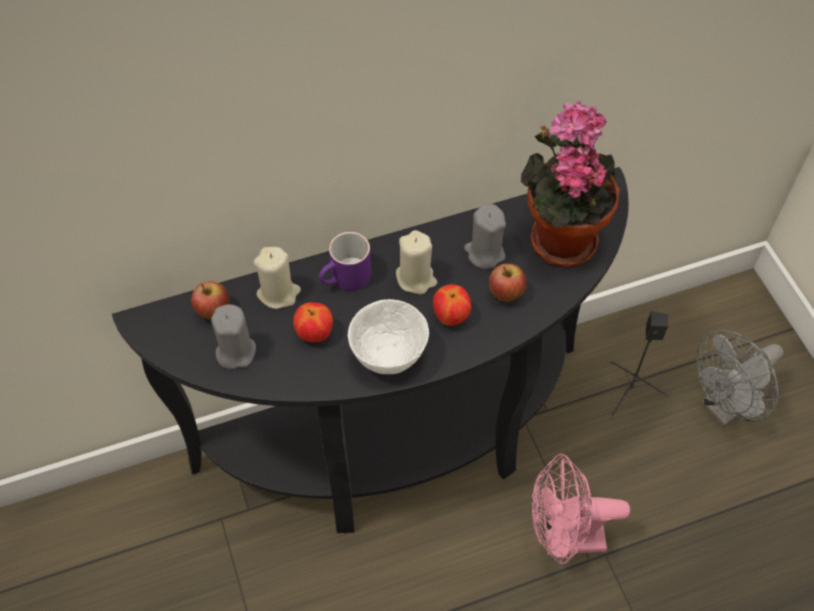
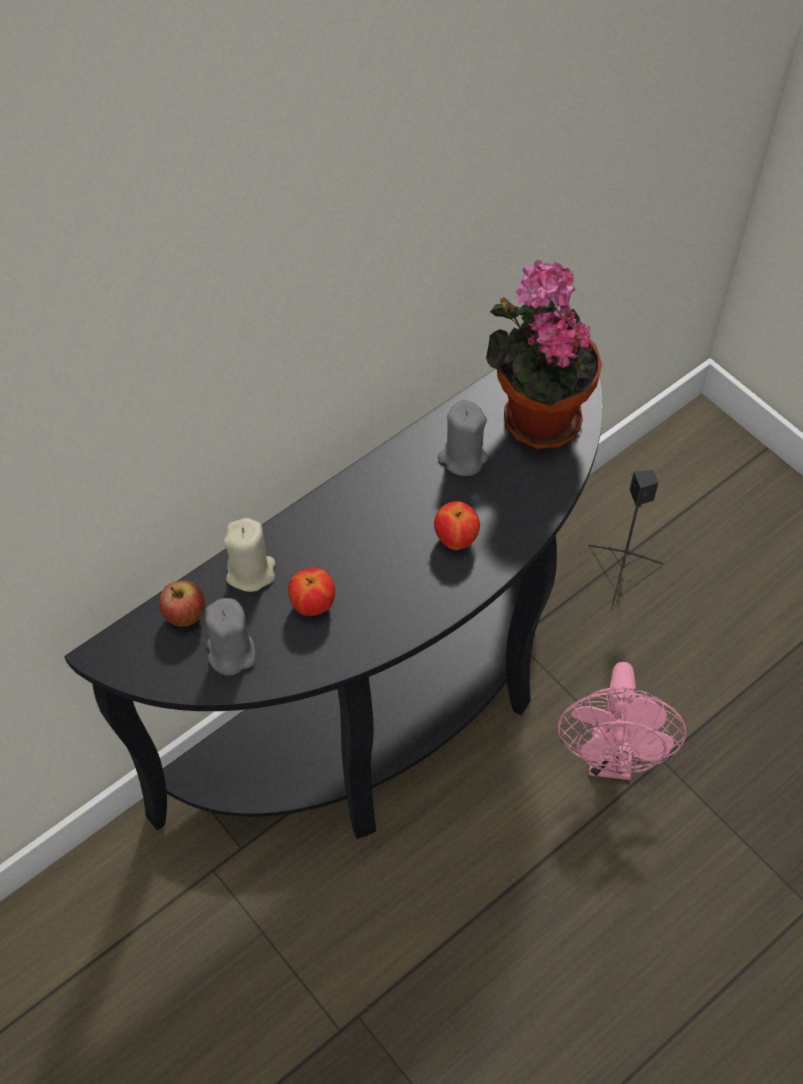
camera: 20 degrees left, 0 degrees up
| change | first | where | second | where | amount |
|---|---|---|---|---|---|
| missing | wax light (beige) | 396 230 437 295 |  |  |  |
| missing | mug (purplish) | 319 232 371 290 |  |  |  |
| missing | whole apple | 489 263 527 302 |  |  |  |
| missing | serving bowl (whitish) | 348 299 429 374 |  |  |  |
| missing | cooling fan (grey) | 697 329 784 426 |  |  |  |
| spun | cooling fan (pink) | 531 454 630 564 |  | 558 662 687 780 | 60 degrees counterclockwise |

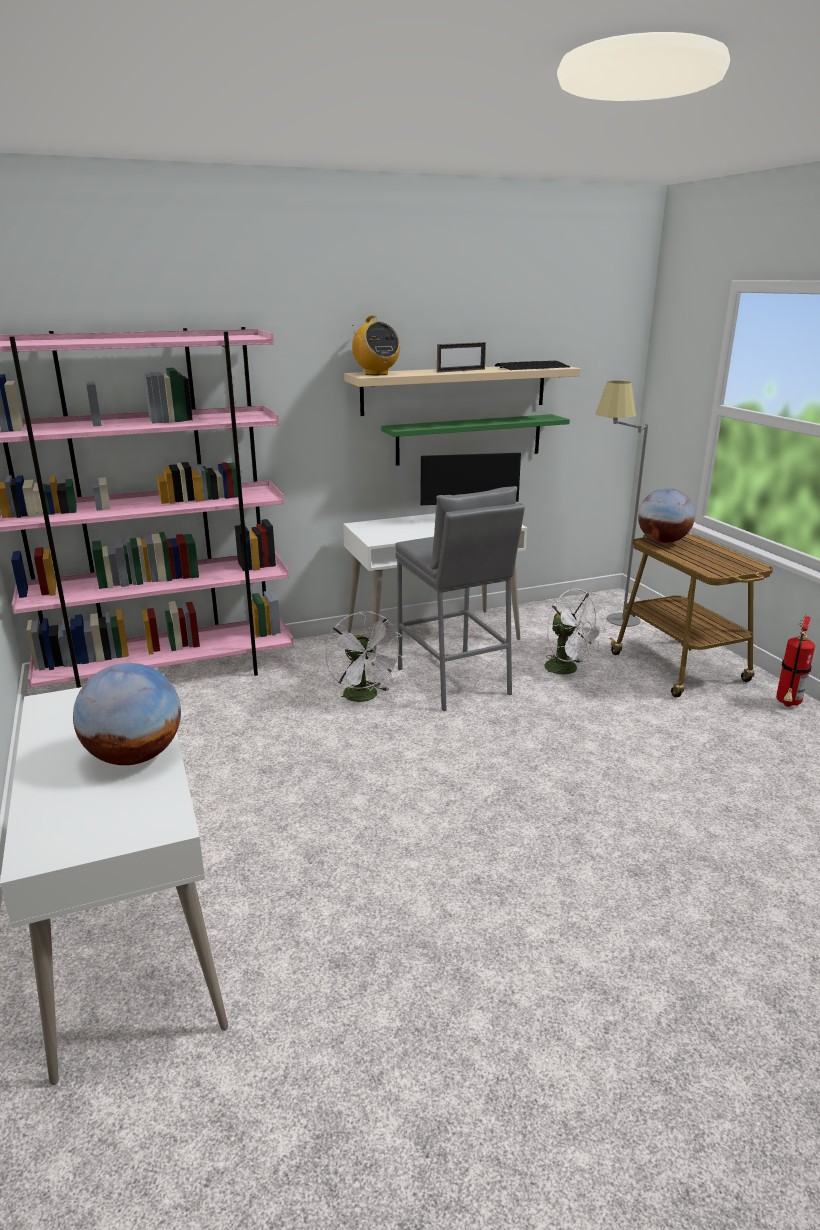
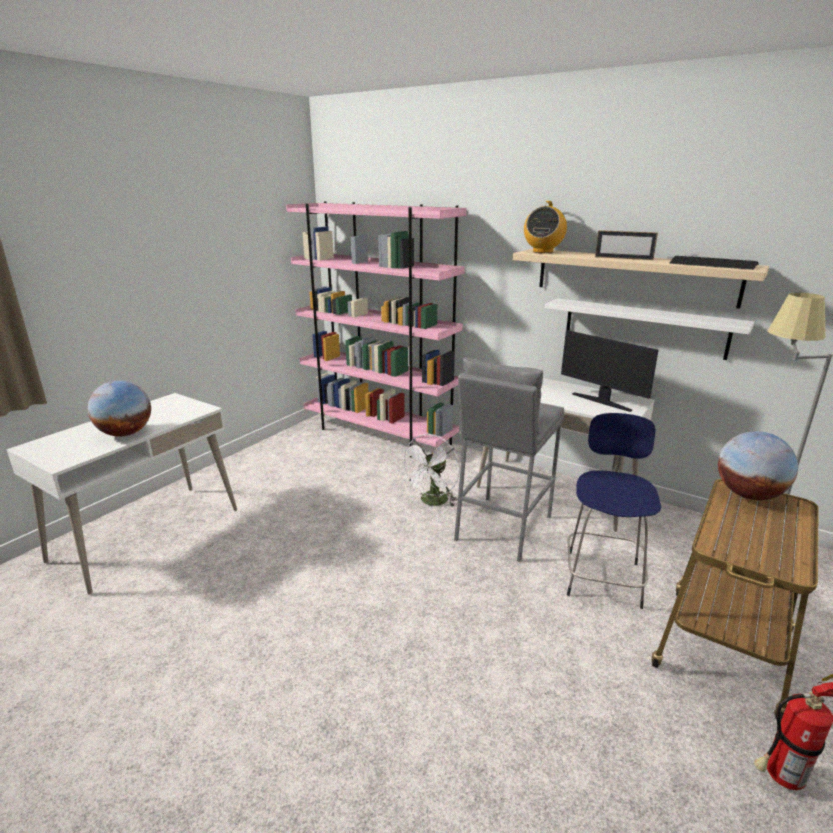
camera: 55 degrees right, 0 degrees up
| change | first | where | second | where | amount |
|---|---|---|---|---|---|
| colour | shelf (green) | 381 414 570 466 | shelf (whitish) | 545 298 754 360 |  |
| exchanged | cooling fan (whitish) | 545 589 605 680 | sitting stool (bluish) | 567 413 662 609 |  |

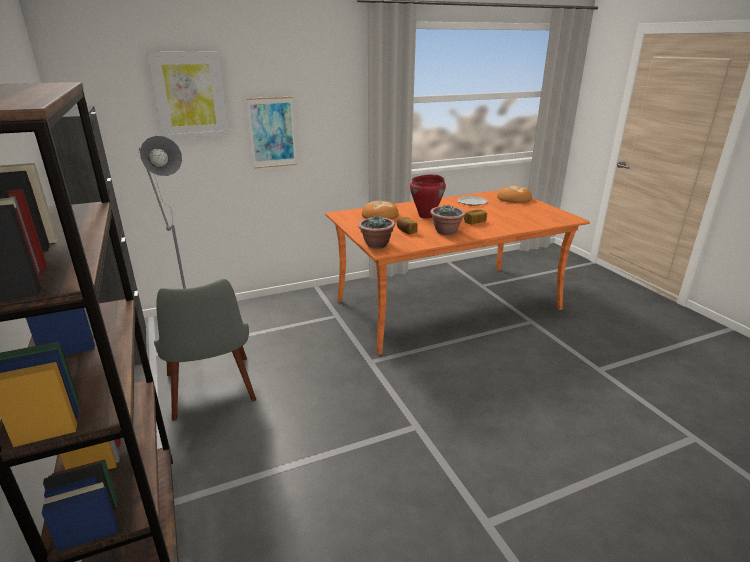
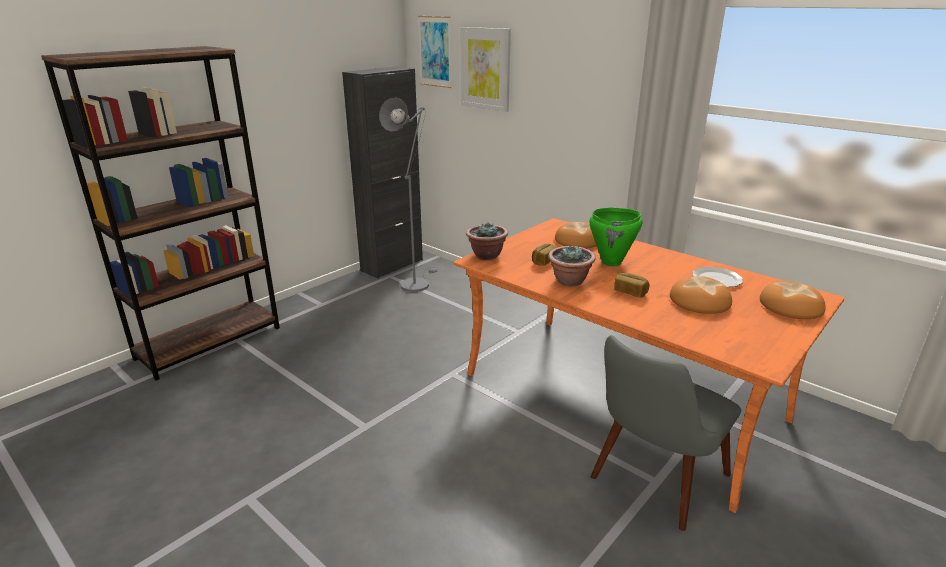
camera: 65 degrees right, 0 degrees up
| change | first | where | second | where | amount |
|---|---|---|---|---|---|
| relocated | picture | 247 97 297 169 |  | 418 16 451 88 |  |
| colour | stockpot (reddish) | 410 174 446 219 | stockpot (green) | 589 208 642 266 |  |
| relocated | upright chair (grey) | 154 279 256 421 |  | 591 335 741 531 |  |
| appeared |  |  | bread | 670 276 732 314 |  |

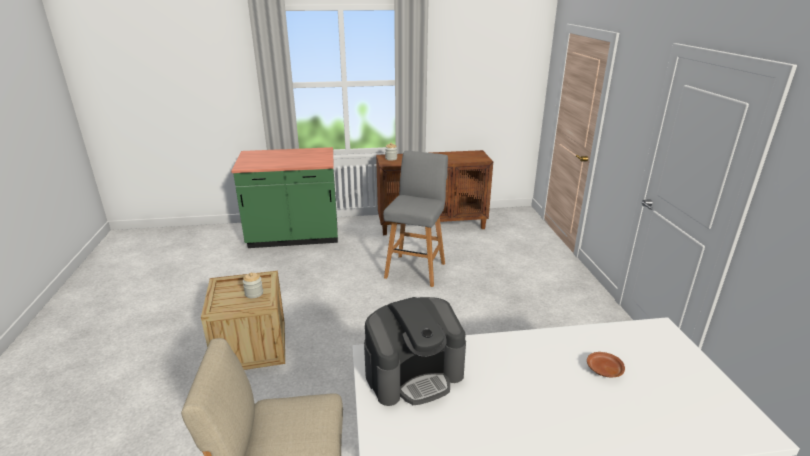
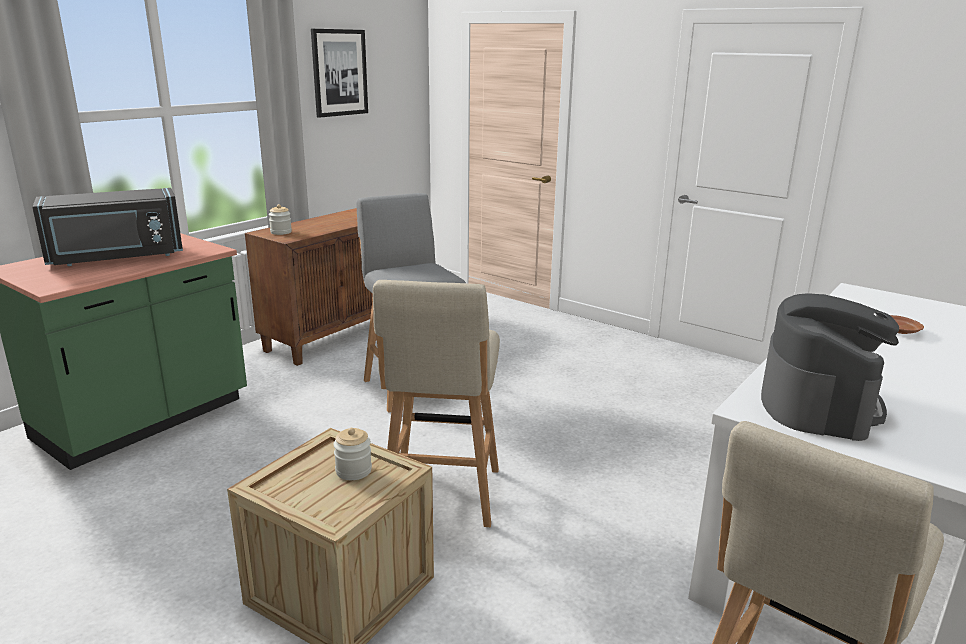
camera: 45 degrees left, 5 degrees down
| change | first | where | second | where | amount |
|---|---|---|---|---|---|
| appeared |  |  | picture | 311 29 368 118 |  |
| appeared |  |  | microwave (blackish) | 32 188 183 266 |  |
| appeared |  |  | sitting stool (beige) | 373 280 500 527 |  |

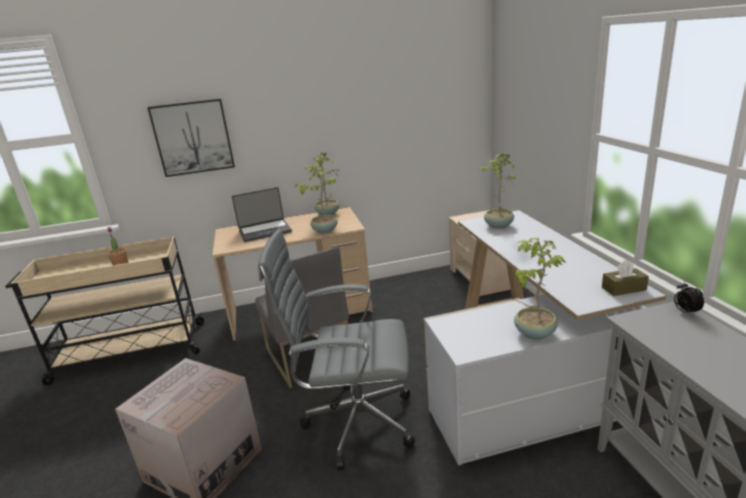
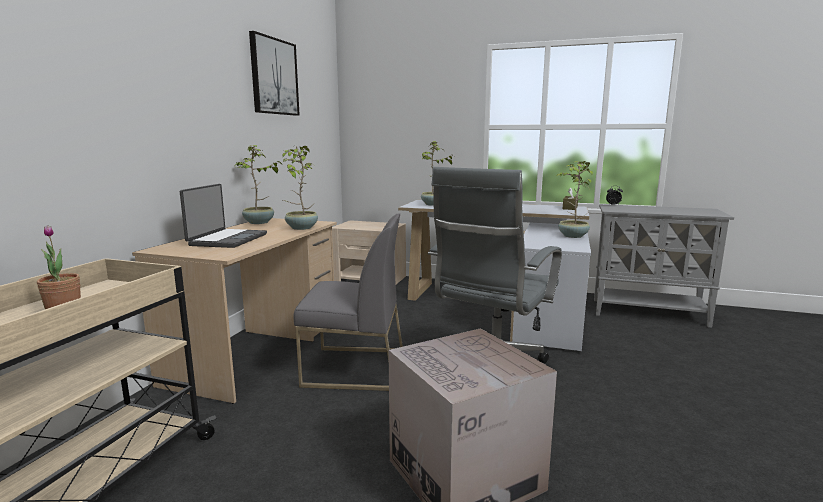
camera: 60 degrees left, 10 degrees down
| change | first | where | second | where | amount |
|---|---|---|---|---|---|
| relocated | picture | 147 99 235 177 |  | 249 31 300 116 |  |

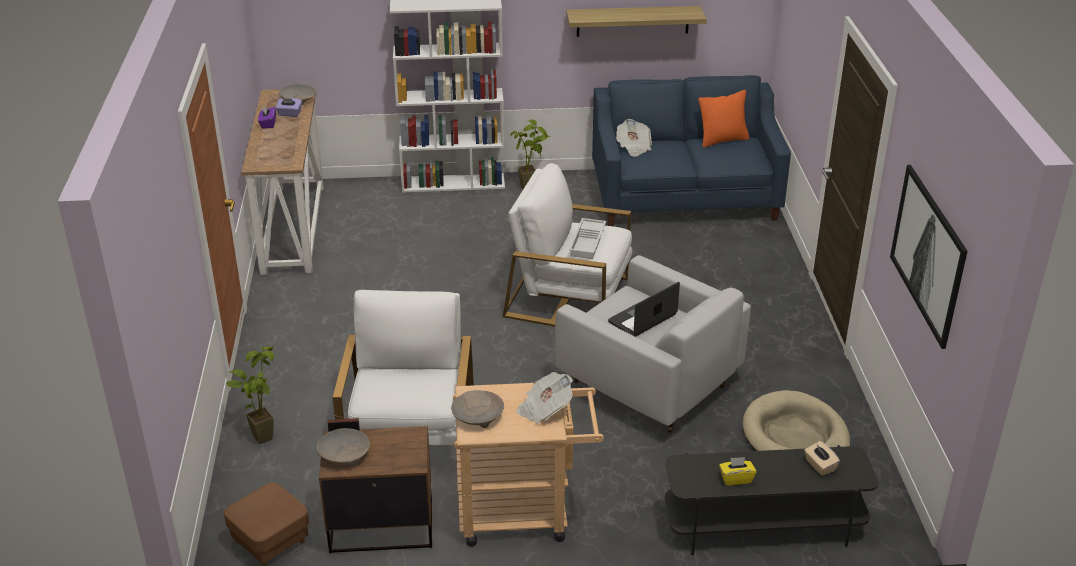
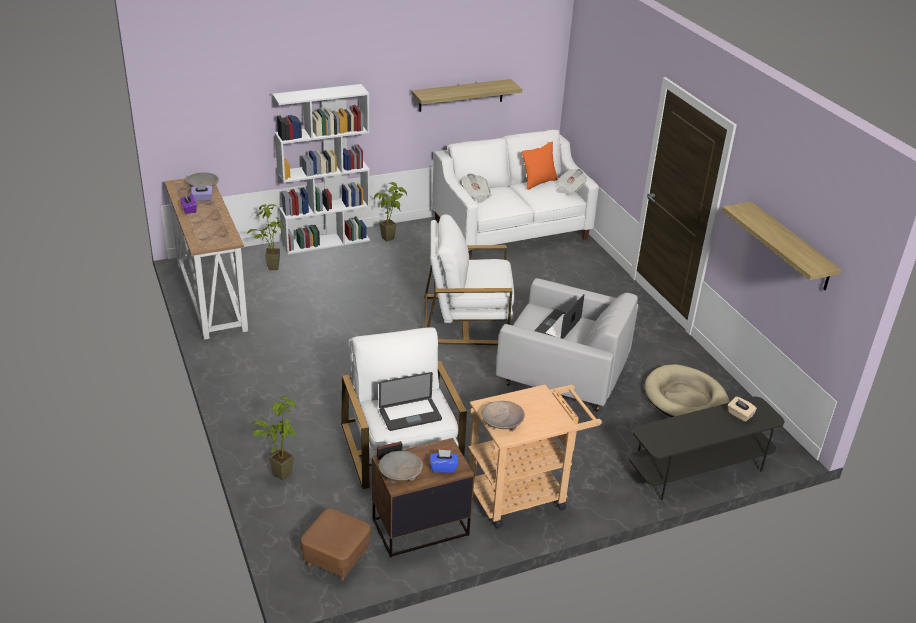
camera: 20 degrees left, 0 degrees up
| change | first | where | second | where | amount |
|---|---|---|---|---|---|
| colour | settee (bluish) | 592 75 791 227 | settee (whitish) | 432 130 599 260 |  |
| exchanged | picture | 890 165 968 349 | shelf | 722 202 842 290 |  |
| missing | serving tray (whitish) | 569 218 606 259 |  |  |  |
| relocated | printed paper | 516 372 573 424 |  | 556 169 587 195 |  |
| missing | tissue box (yellow) | 719 457 756 485 |  |  |  |
| appeared |  |  | houseplant | 247 204 284 270 |  |
| appeared |  |  | notebook computer | 379 372 442 431 |  |
| appeared |  |  | tissue box (bluish) | 430 450 458 473 |  |

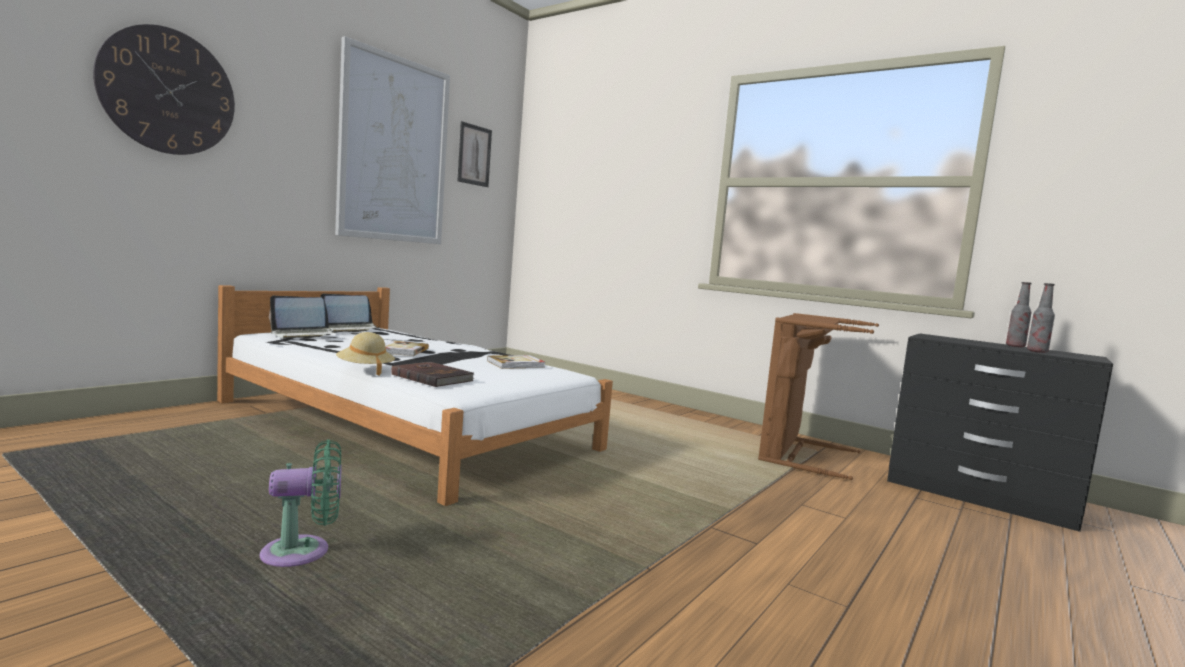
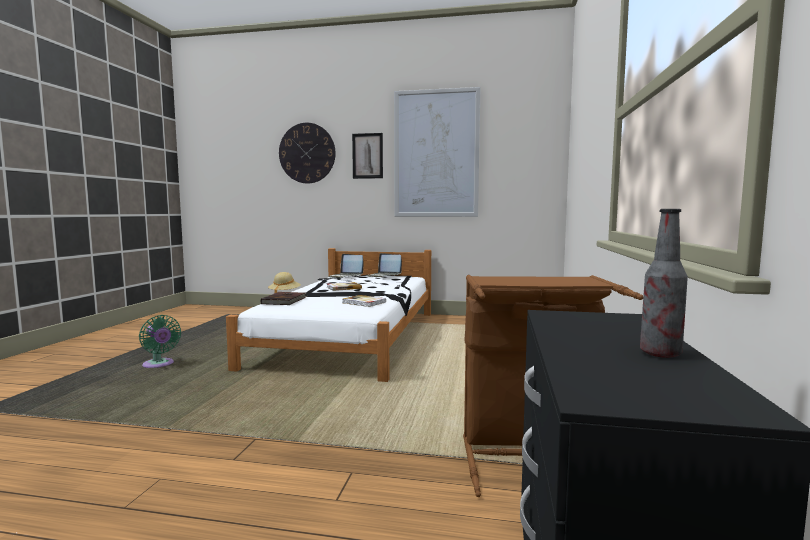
camera: 65 degrees right, 0 degrees up
| change | first | where | second | where | amount |
|---|---|---|---|---|---|
| relocated | picture | 458 121 492 187 |  | 352 133 383 179 |  |
| missing | beverage bottle | 1027 283 1055 353 |  |  |  |

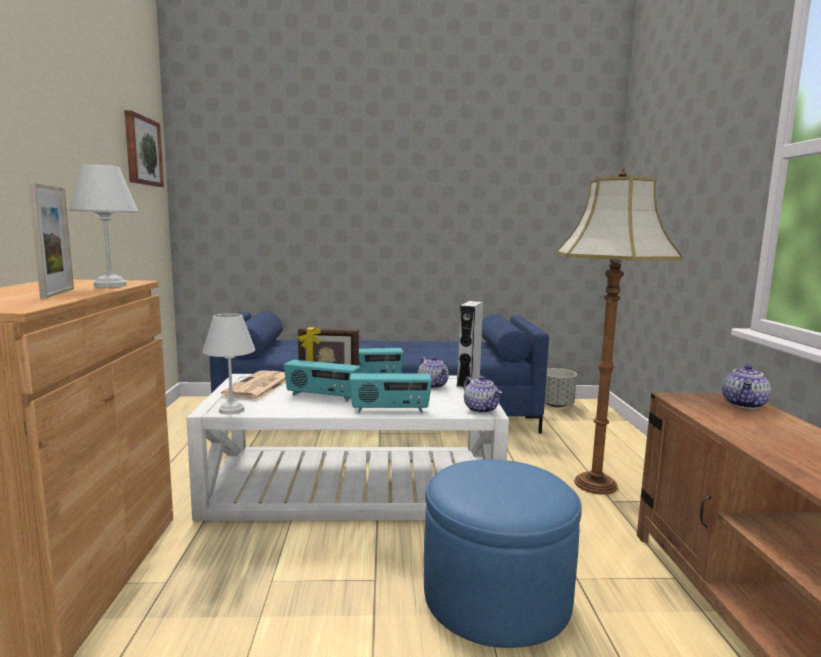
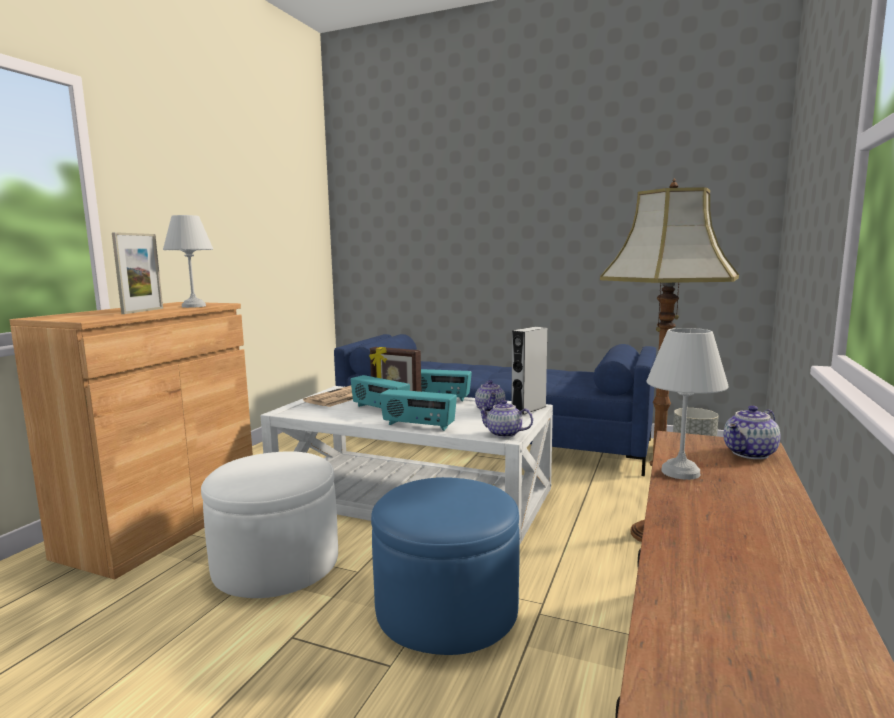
camera: 25 degrees right, 0 degrees up
| change | first | where | second | where | amount |
|---|---|---|---|---|---|
| missing | picture | 125 110 164 187 |  |  |  |
| relocated | tabletop lamp (whitish) | 202 313 255 414 |  | 646 328 728 480 |  |
| spun | teapot | 463 376 502 413 |  | 477 400 533 438 | 120 degrees clockwise |
| appeared |  |  | ottoman (whitish) | 201 451 338 598 |  |

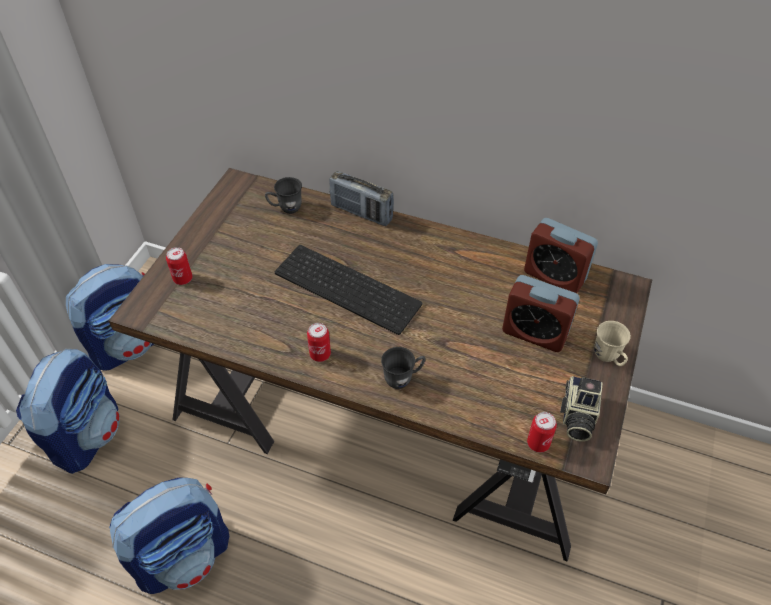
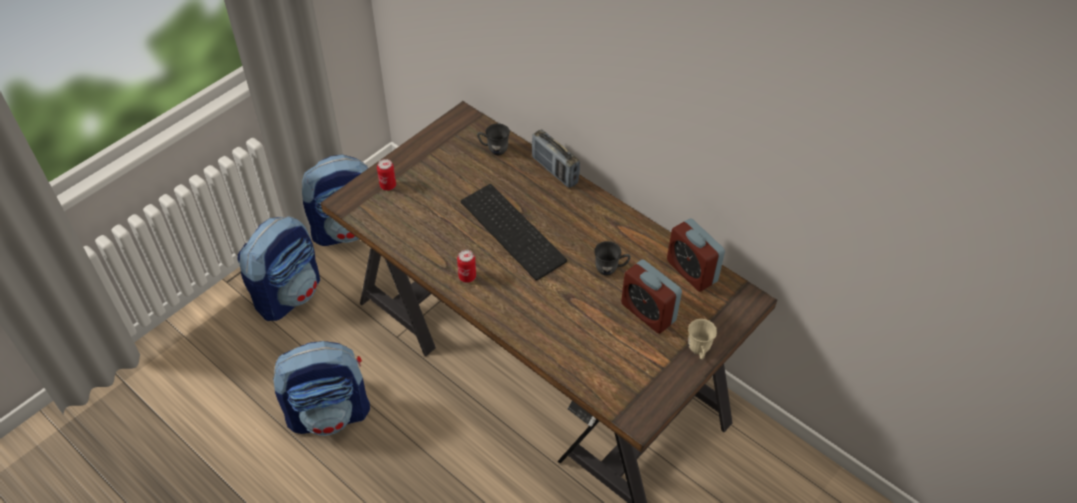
camera: 20 degrees right, 0 degrees up
| change | first | where | second | where | amount |
|---|---|---|---|---|---|
| relocated | mug (grey) | 381 347 426 389 |  | 594 241 631 276 |  |
| missing | photo camera | 560 376 603 442 |  |  |  |
| missing | can | 527 412 557 453 |  |  |  |

